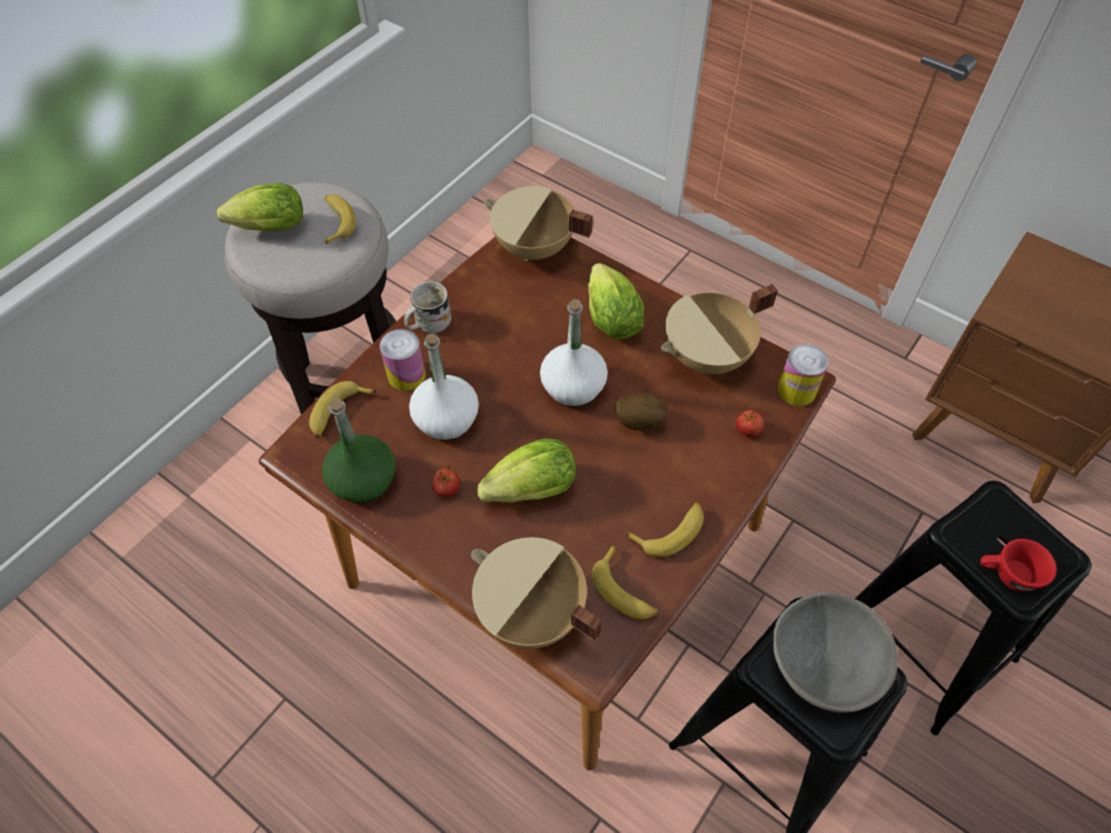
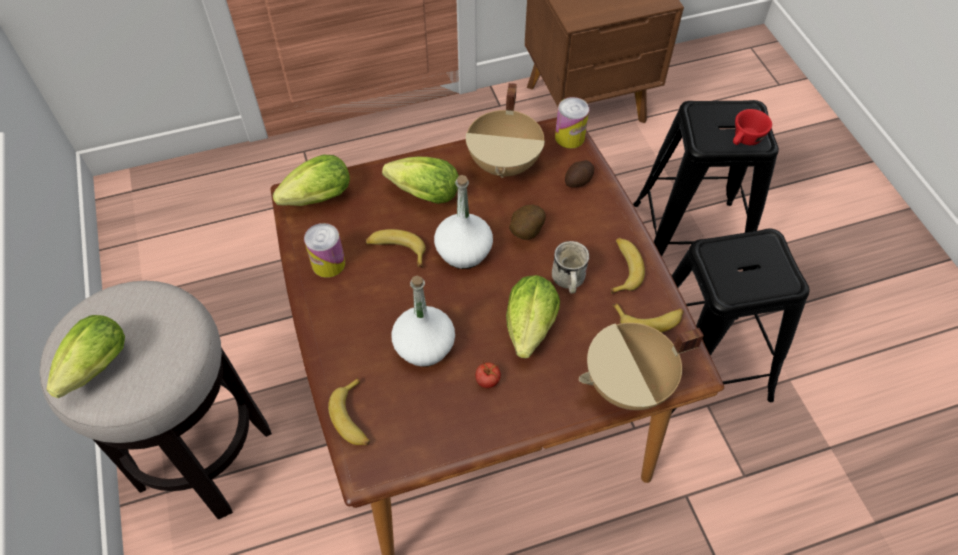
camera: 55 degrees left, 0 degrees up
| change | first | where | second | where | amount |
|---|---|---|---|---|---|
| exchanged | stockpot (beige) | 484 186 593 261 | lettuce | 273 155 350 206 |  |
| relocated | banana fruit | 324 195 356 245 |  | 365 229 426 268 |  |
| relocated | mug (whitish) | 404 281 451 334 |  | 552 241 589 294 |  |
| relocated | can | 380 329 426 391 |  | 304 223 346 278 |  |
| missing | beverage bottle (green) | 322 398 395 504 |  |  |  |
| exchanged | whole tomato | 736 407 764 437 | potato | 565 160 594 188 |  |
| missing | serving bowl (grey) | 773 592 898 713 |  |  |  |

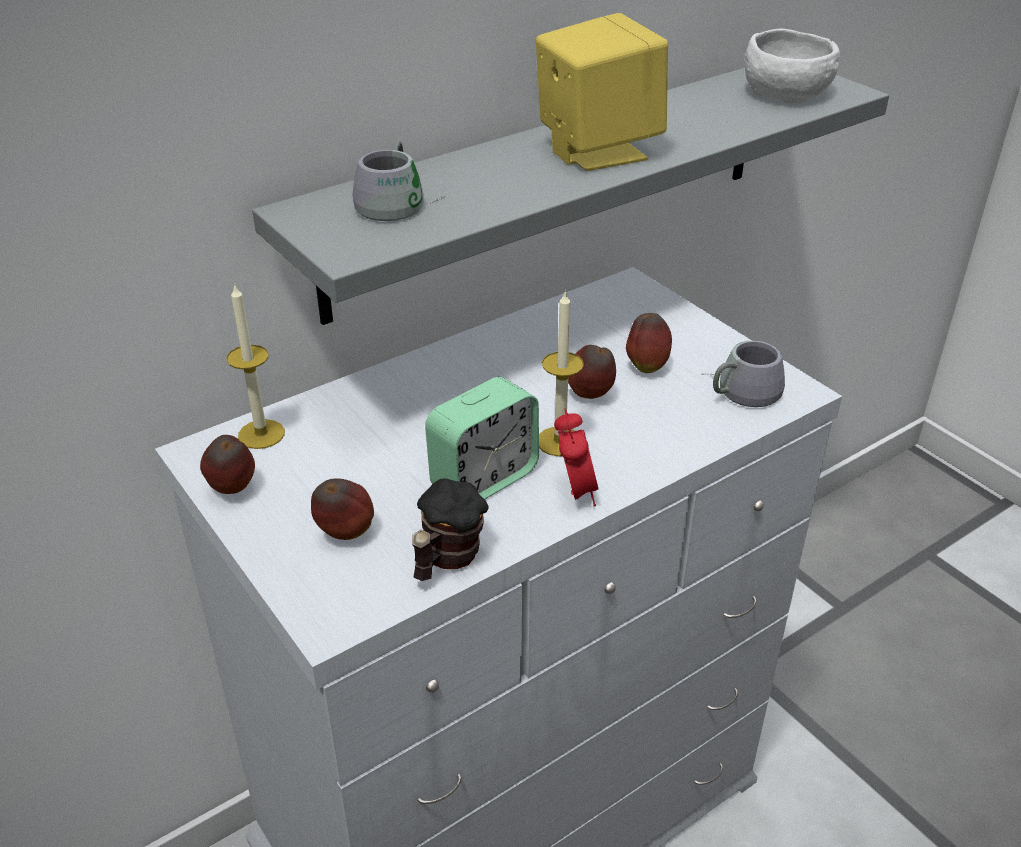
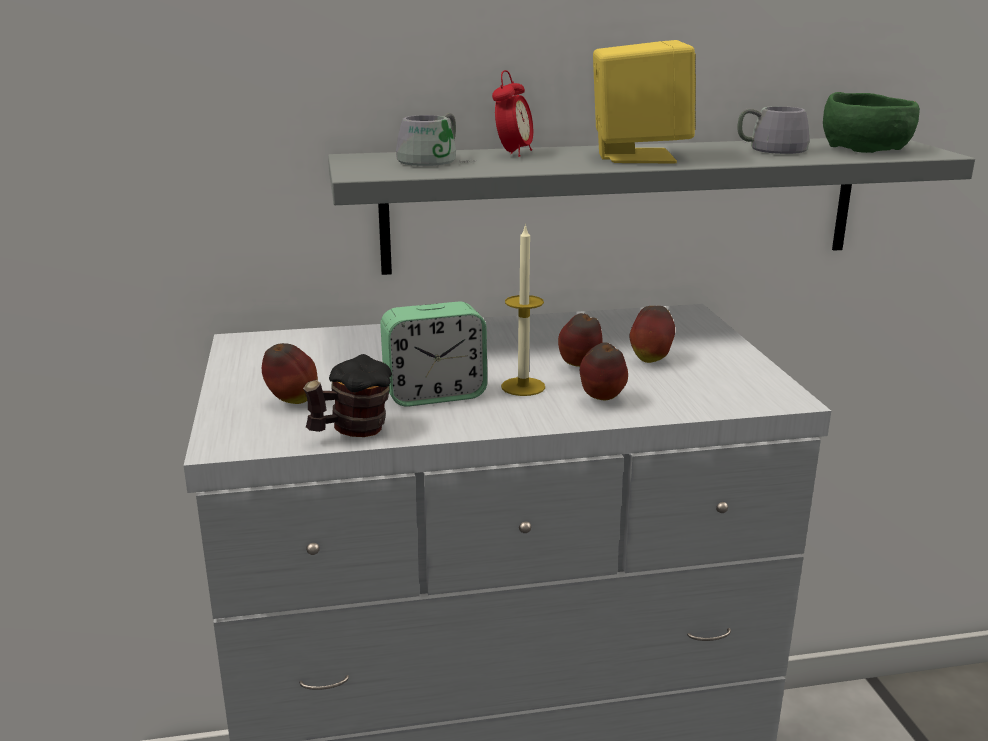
camera: 25 degrees right, 15 degrees down
| change | first | where | second | where | amount |
|---|---|---|---|---|---|
| colour | serving bowl (whitish) | 744 29 840 103 | serving bowl (green) | 823 92 920 153 |  |
| missing | wax light | 227 283 285 449 |  |  |  |
| relocated | mug (grey) | 701 341 785 407 |  | 737 106 810 154 |  |
| relocated | table clock | 554 408 599 506 |  | 492 70 533 157 |  |
| relocated | whole apple | 200 435 255 494 |  | 580 342 628 400 |  |

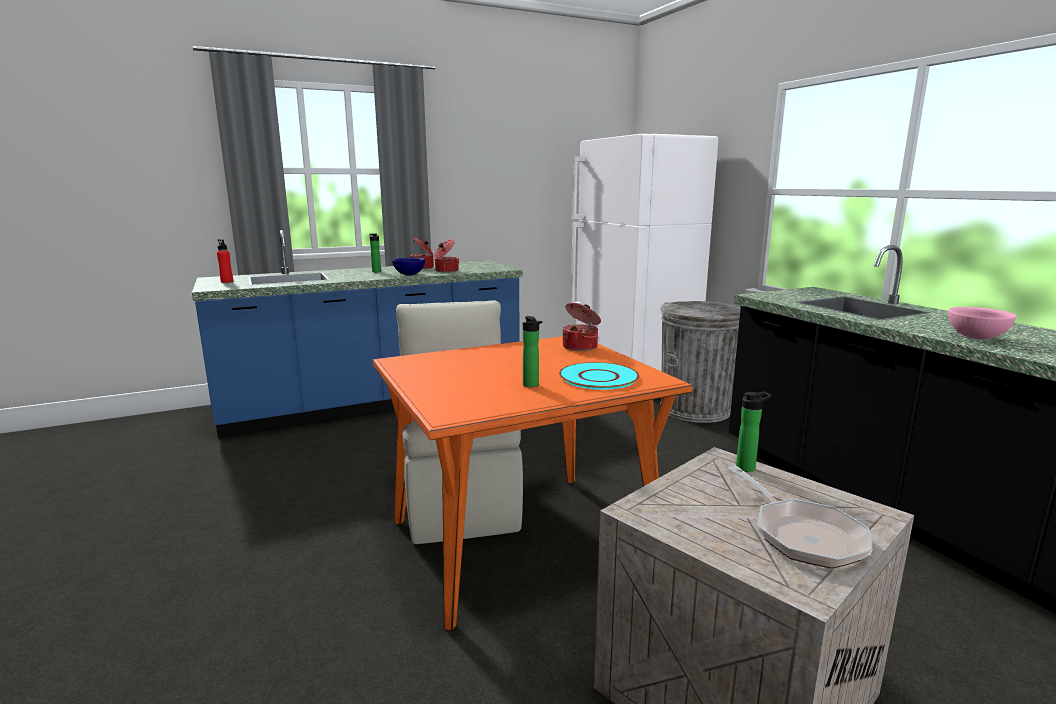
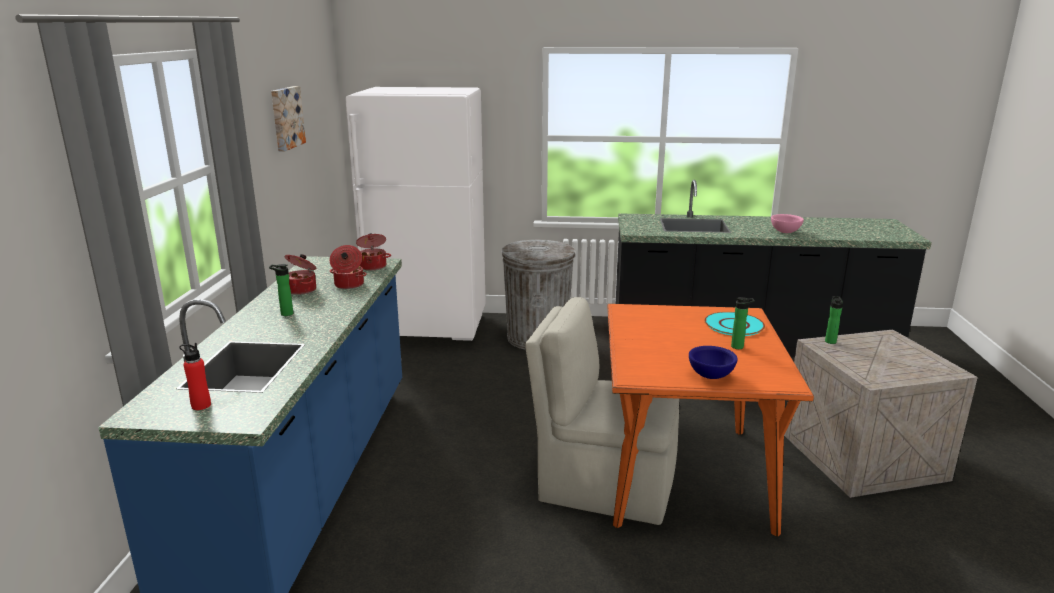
camera: 60 degrees left, 5 degrees up
| change | first | where | second | where | amount |
|---|---|---|---|---|---|
| relocated | serving bowl (bluish) | 392 257 425 275 |  | 689 346 738 379 |  |
| relocated | stockpot | 563 303 601 351 |  | 356 233 391 270 |  |
| missing | skillet | 728 466 872 569 |  |  |  |
| appeared |  |  | picture | 271 86 306 152 |  |

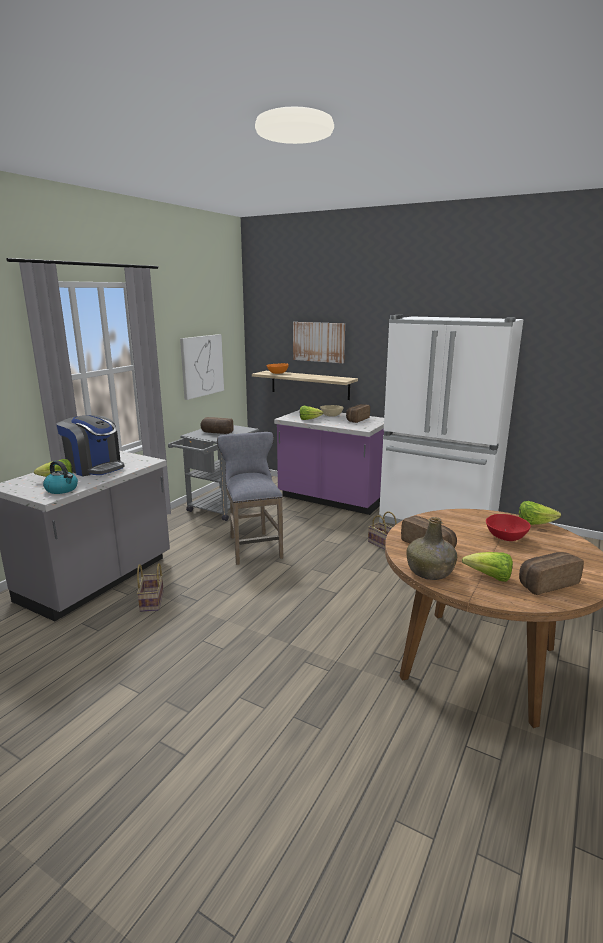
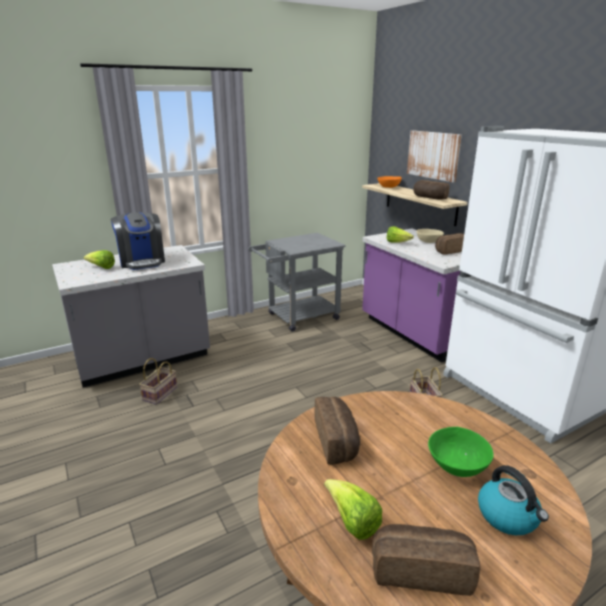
camera: 30 degrees right, 5 degrees up
| change | first | where | second | where | amount |
|---|---|---|---|---|---|
| missing | picture | 180 334 224 400 |  |  |  |
| relocated | bread | 201 417 234 434 |  | 413 180 449 200 |  |
| missing | sitting stool (grey) | 217 432 283 565 |  |  |  |
| relocated | water kettle | 43 460 78 494 |  | 478 465 549 535 |  |
| missing | lettuce | 519 501 561 525 |  |  |  |
| colour | serving bowl (reddish) | 486 514 531 541 | serving bowl (green) | 428 427 494 477 |  |
| missing | beverage bottle (green) | 406 517 457 580 |  |  |  |

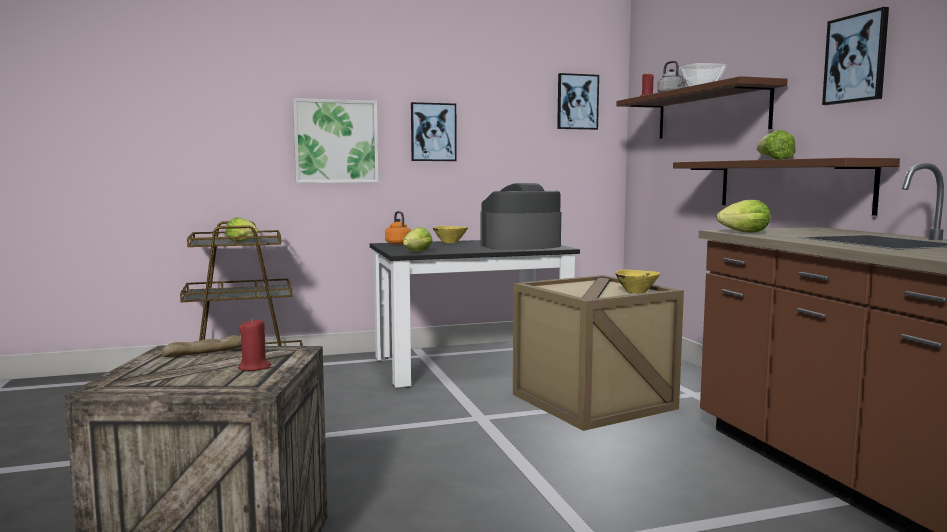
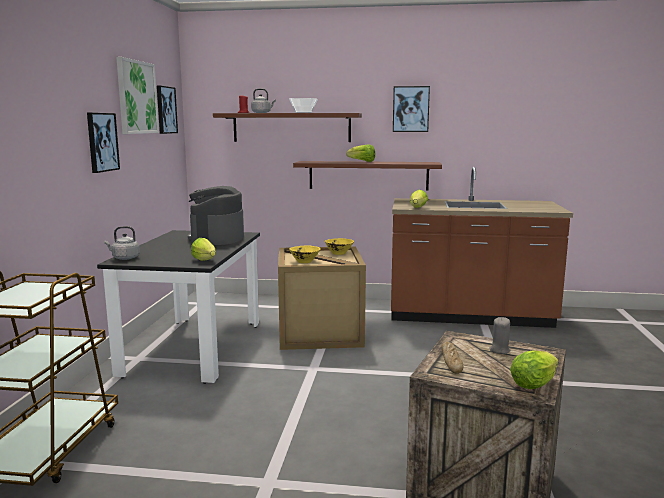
camera: 65 degrees left, 5 degrees up
| change | first | where | second | where | amount |
|---|---|---|---|---|---|
| relocated | picture | 293 98 379 183 |  | 116 57 159 134 |  |
| colour | water kettle (orangey) | 385 211 411 244 | water kettle (grey) | 104 226 140 260 |  |
| relocated | lettuce | 226 218 259 242 |  | 510 350 558 389 |  |
| relocated | serving bowl (yellow) | 433 226 468 243 |  | 290 245 321 263 |  |
| colour | wax light (reddish) | 238 318 271 371 | wax light (grey) | 489 317 510 354 |  |

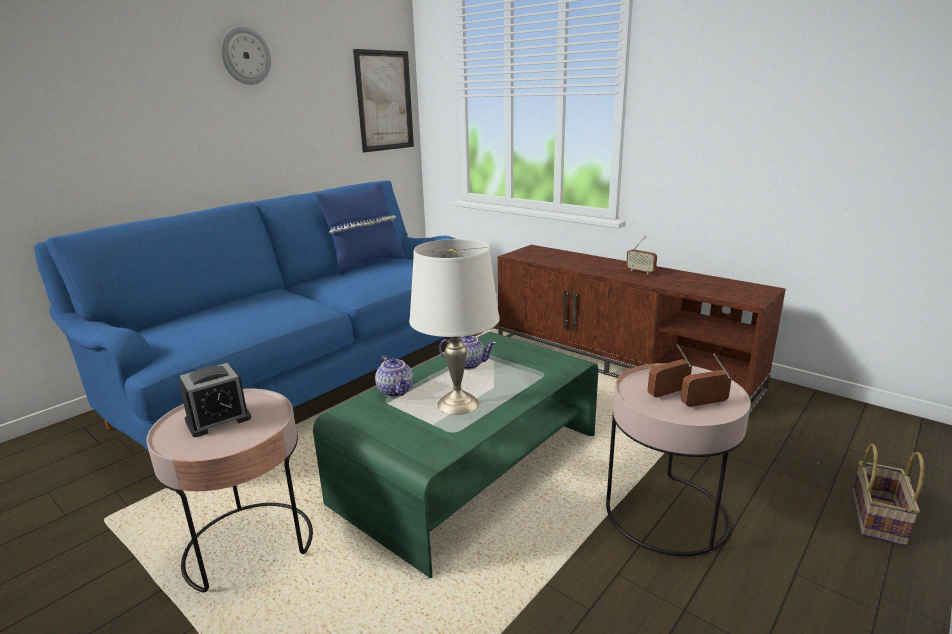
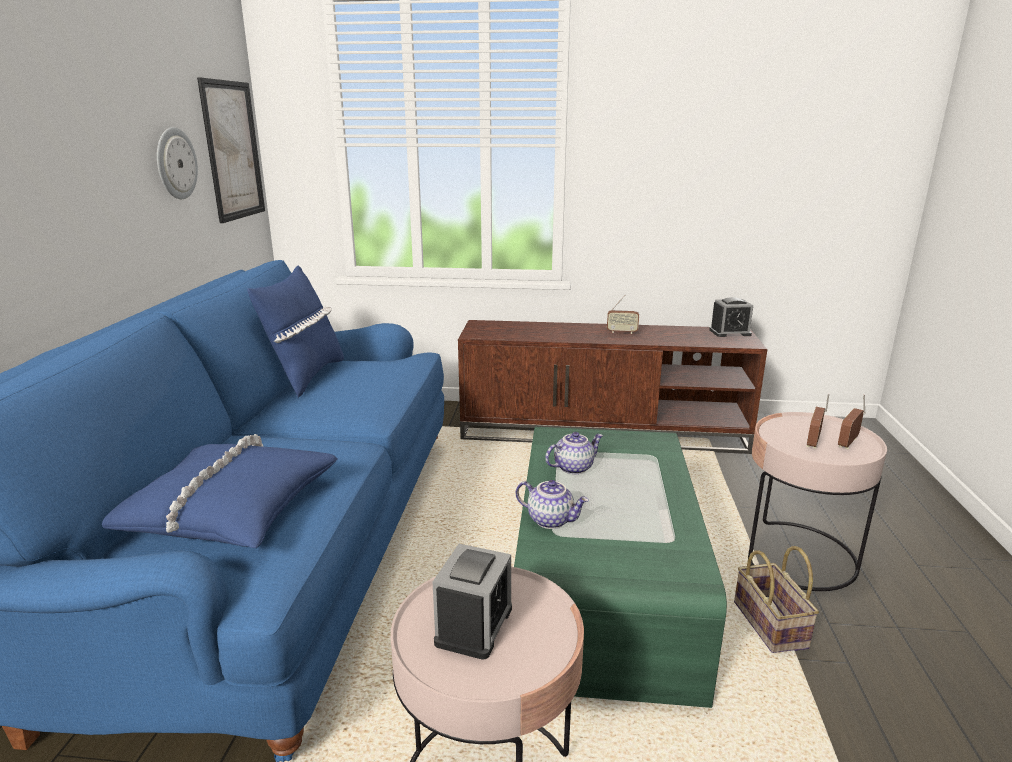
camera: 35 degrees left, 0 degrees up
| change | first | where | second | where | amount |
|---|---|---|---|---|---|
| relocated | clock on the wall | 221 27 271 85 |  | 157 127 198 199 |  |
| missing | tabletop lamp (whitish) | 409 239 500 415 |  |  |  |
| relocated | storage basket | 852 444 925 546 |  | 734 546 819 653 |  |
| appeared |  |  | table clock | 709 297 753 337 |  |
| appeared |  |  | pillow (bluish) | 102 434 338 548 |  |

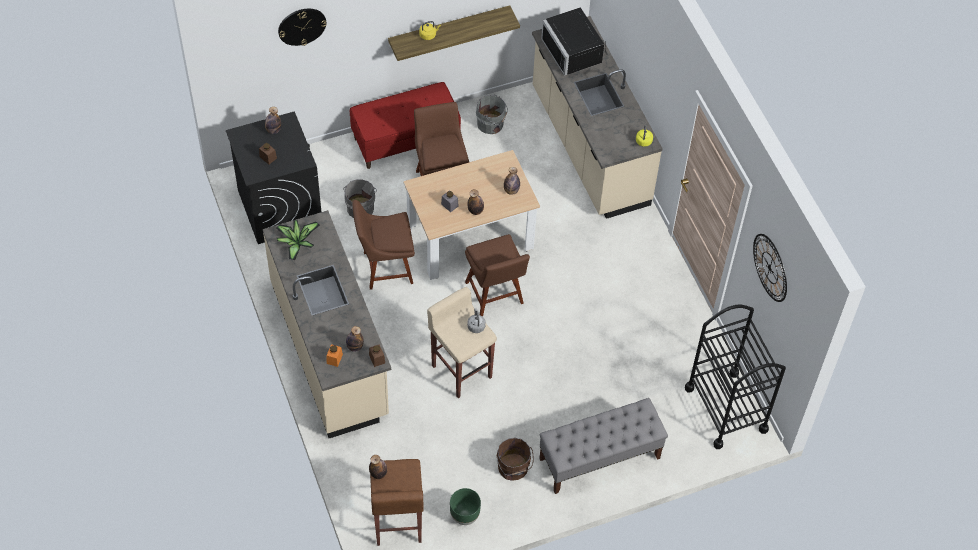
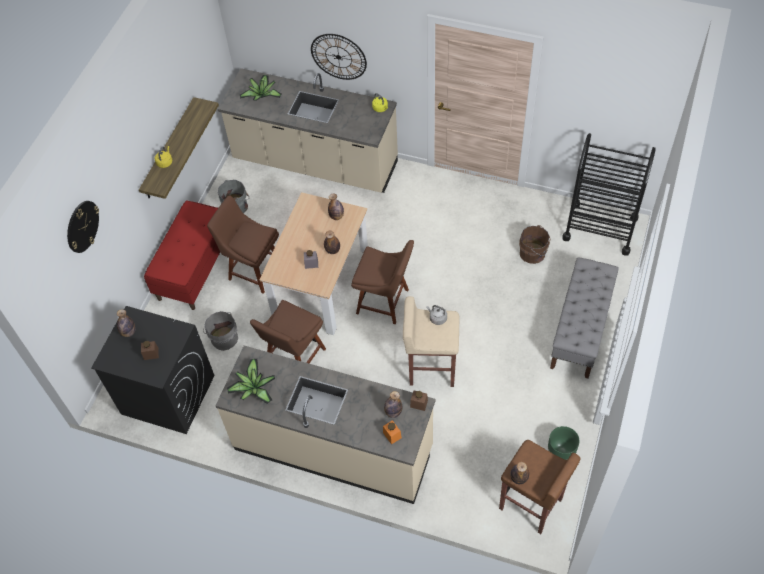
camera: 45 degrees left, 0 degrees up
| change | first | where | second | where | amount |
|---|---|---|---|---|---|
| exchanged | microwave (blackish) | 541 7 608 76 | houseplant | 240 75 282 101 |  |
| relocated | clock on the wall | 753 234 787 302 |  | 311 34 367 80 |  |
| relocated | bucket (brown) | 497 438 534 481 |  | 519 225 550 264 |  |

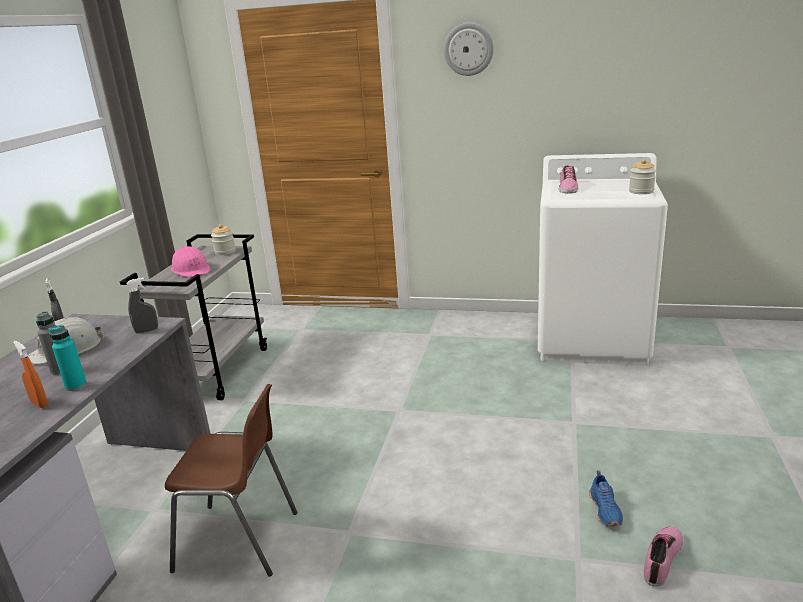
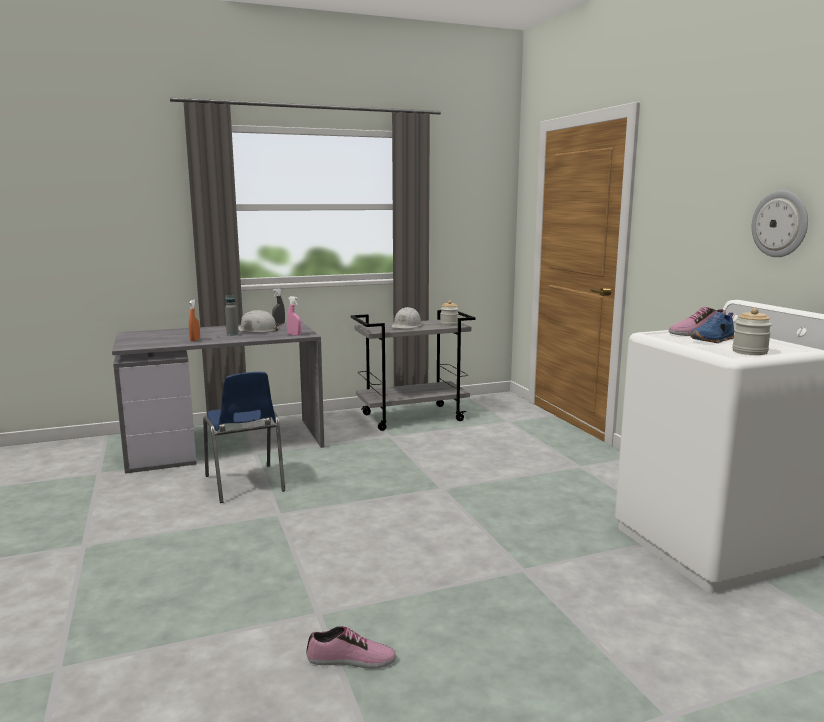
camera: 55 degrees right, 10 degrees down
| change | first | where | second | where | amount |
|---|---|---|---|---|---|
| relocated | clock on the wall | 444 22 494 76 |  | 752 190 808 257 |  |
| colour | work helmet (pink) | 171 246 210 277 | work helmet (whitish) | 392 307 422 329 |  |
| colour | hand sprayer (grey) | 126 278 158 334 | hand sprayer (pink) | 287 296 301 336 |  |
| missing | beverage bottle (turquoise) | 49 325 87 391 |  |  |  |
| colour | upright chair (brown) | 165 384 297 577 | upright chair (bluish) | 203 372 285 503 |  |
| relocated | shoe (bluish) | 589 470 623 526 |  | 691 312 734 343 |  |

